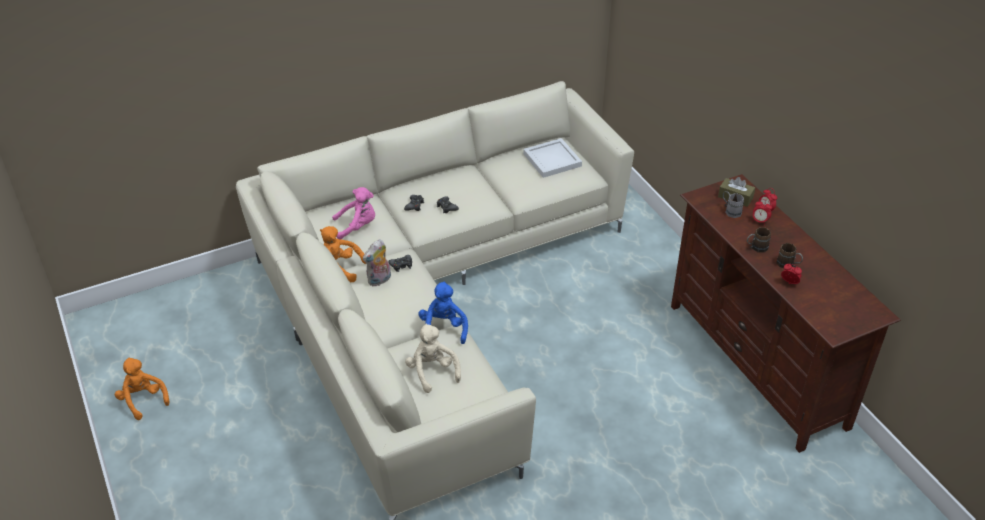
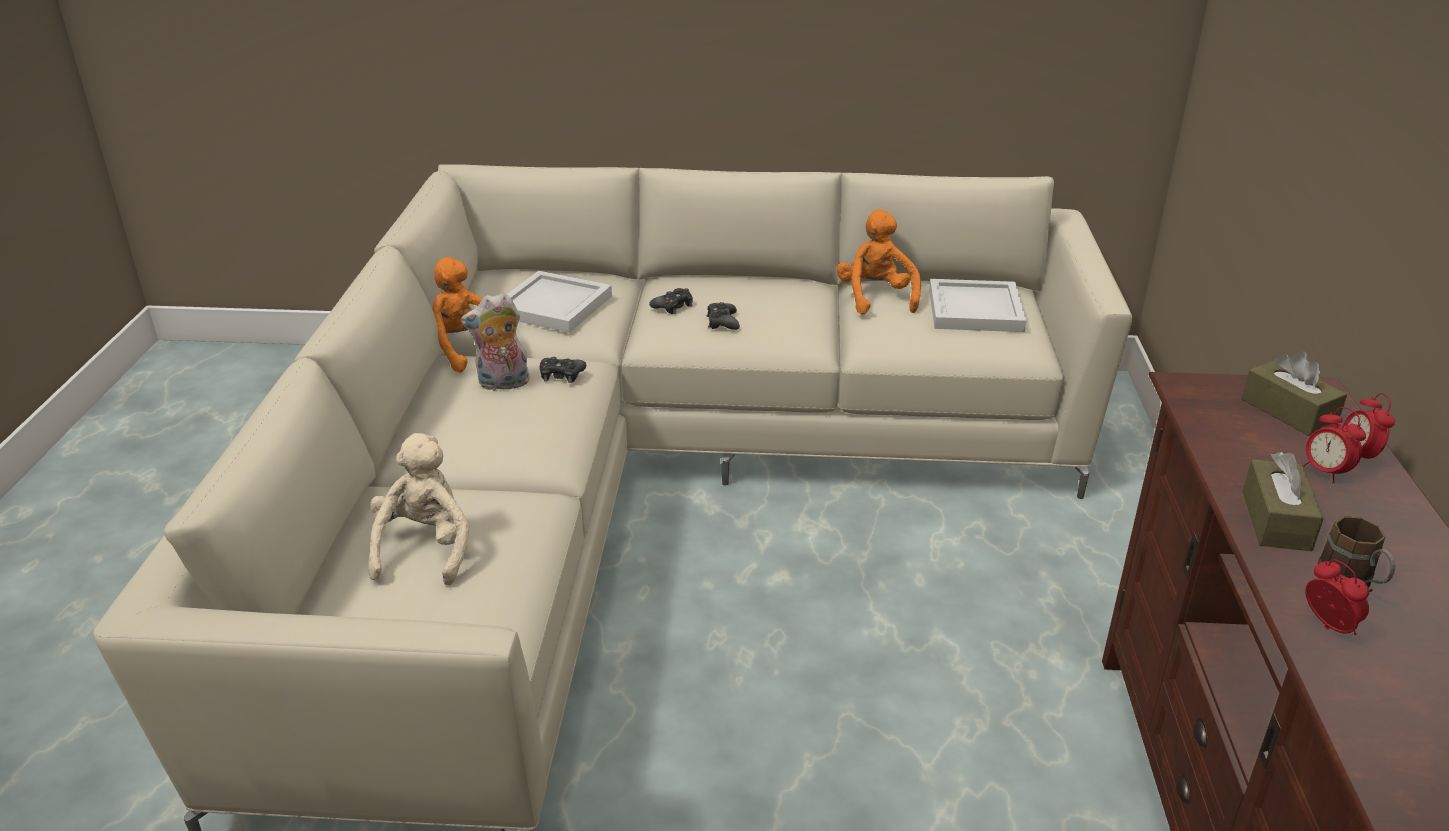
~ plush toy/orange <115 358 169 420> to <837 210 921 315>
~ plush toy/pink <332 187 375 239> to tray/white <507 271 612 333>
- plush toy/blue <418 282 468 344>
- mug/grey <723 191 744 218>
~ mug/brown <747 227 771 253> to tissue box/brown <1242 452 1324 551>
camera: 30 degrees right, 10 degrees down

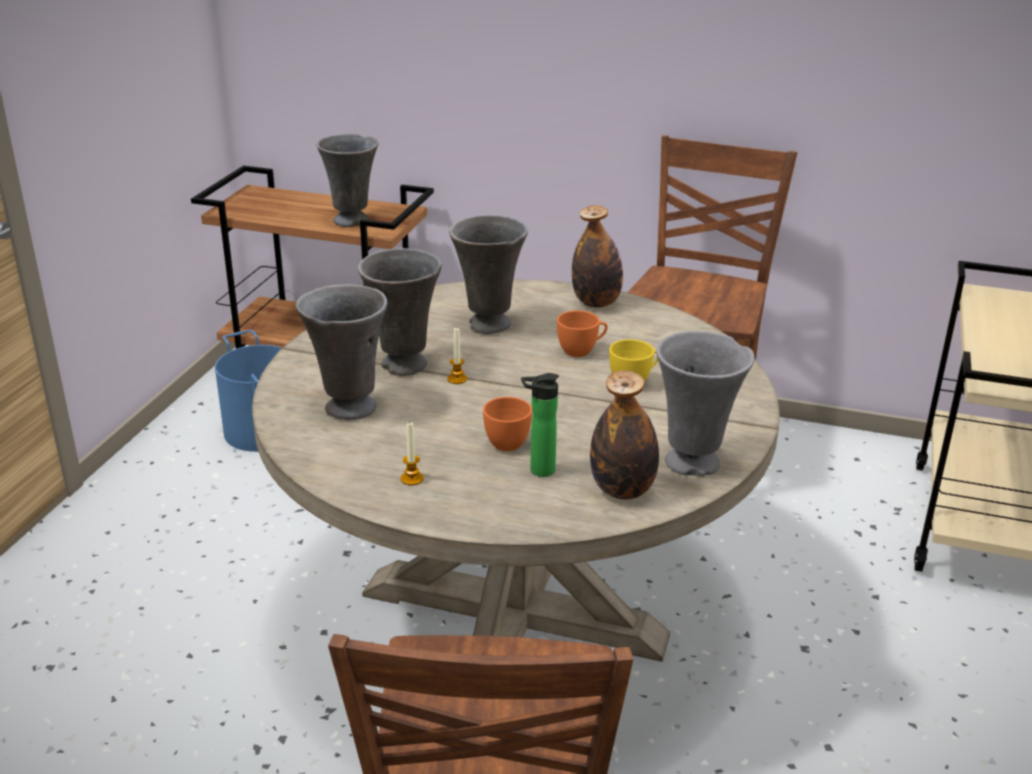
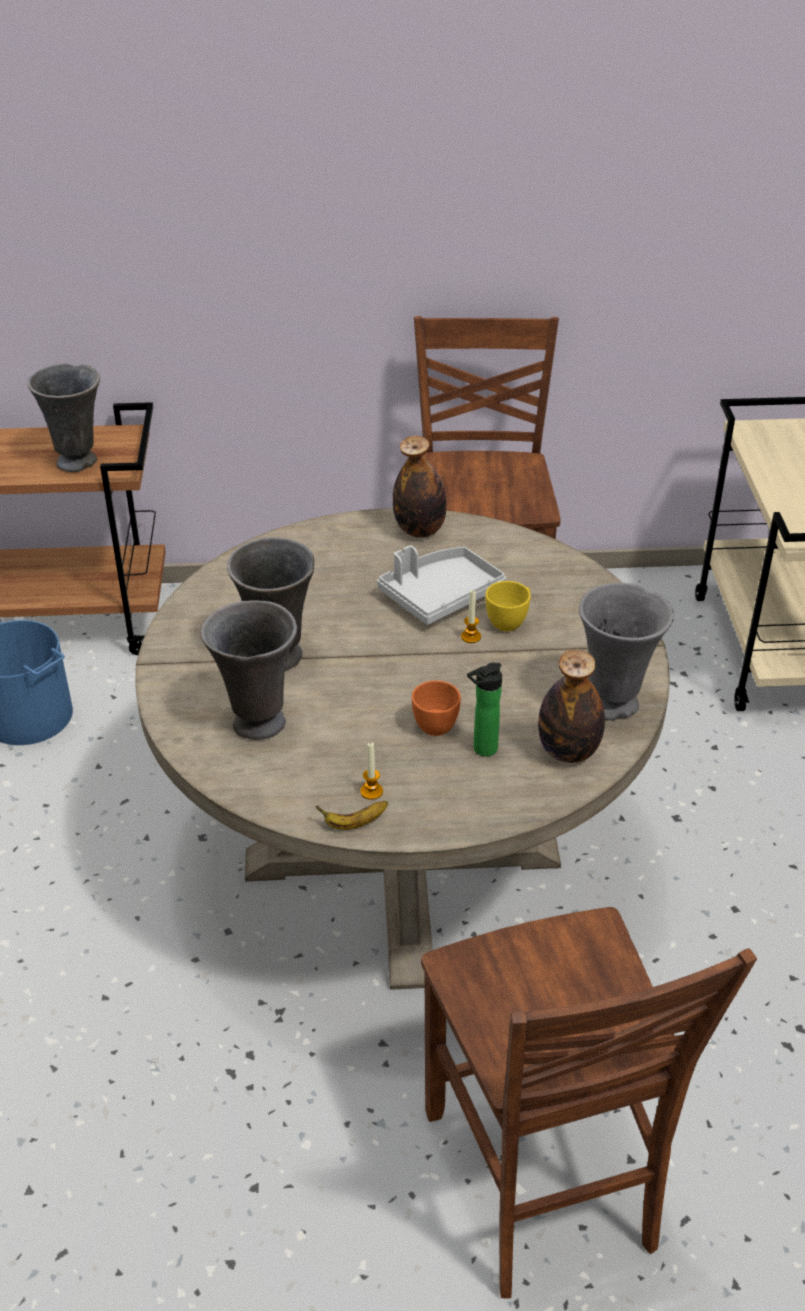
~ candle <447 327 467 384> to <461 590 481 643>
- vase/grey <449 215 528 334>
~ cup/orange <557 310 608 357> to tray/grey <377 546 506 625>
+ banana <316 801 388 830>
camera: 20 degrees left, 10 degrees up

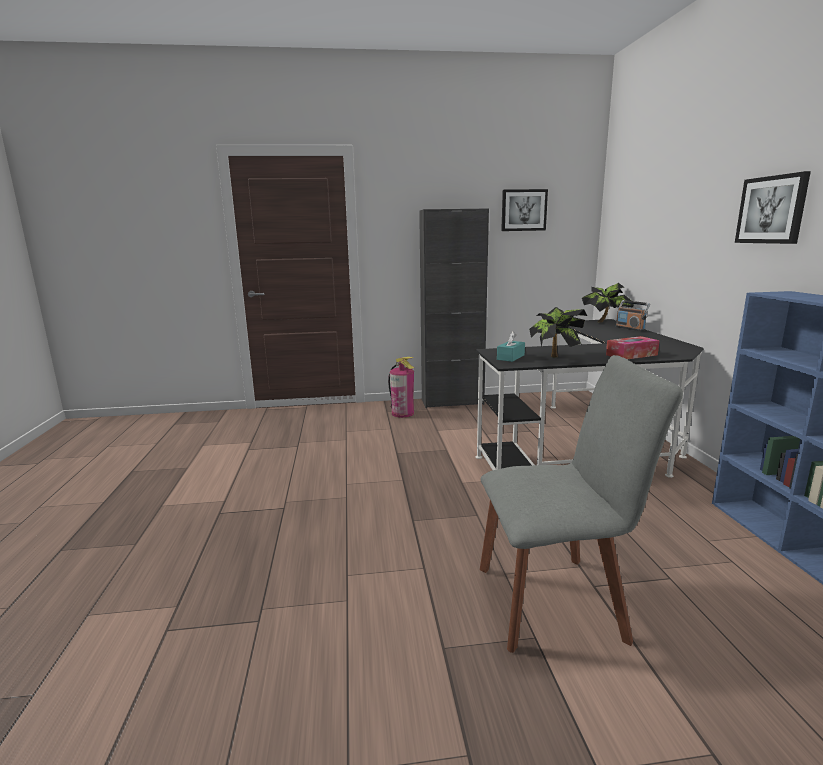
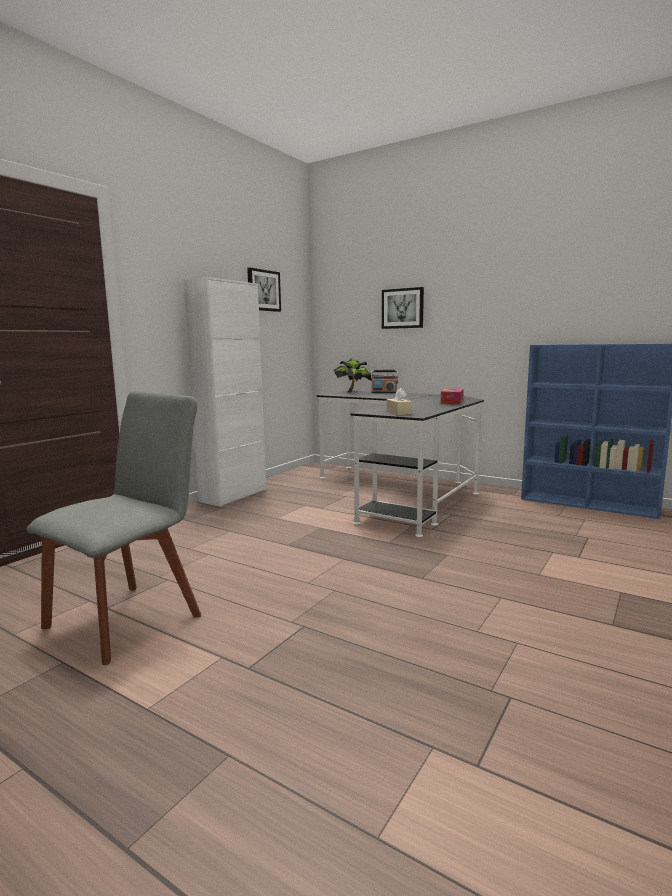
- fire extinguisher <388 357 414 418>
~ cabinet/black <419 208 489 408> to cabinet/white <184 277 266 507>
~ chair/grey <480 355 683 653> to <27 391 201 665>
~ tissue box/turquoise <497 331 525 362> to tissue box/beige <387 388 412 415>
- potted plant <529 307 587 358>
~ picture <735 171 811 244> to <382 287 424 329>
camera: 50 degrees left, 5 degrees down

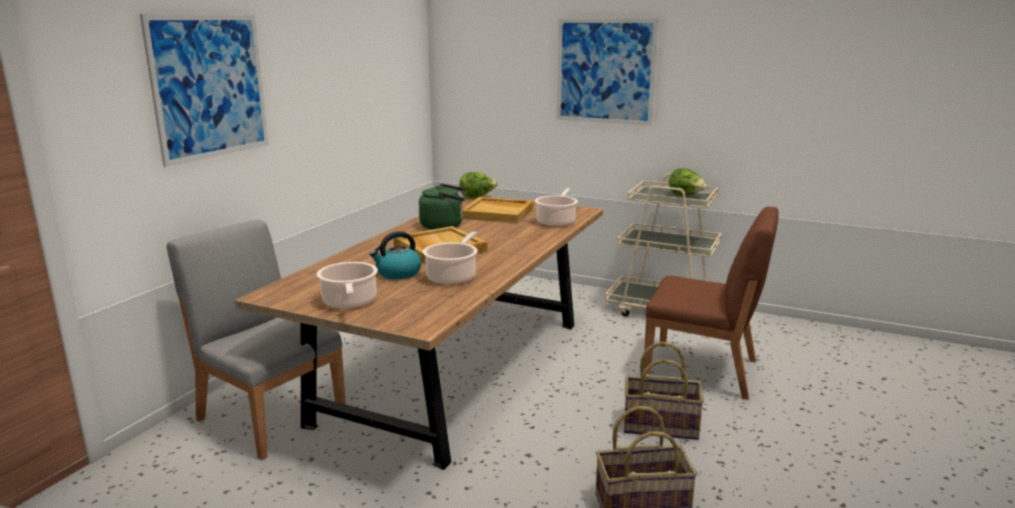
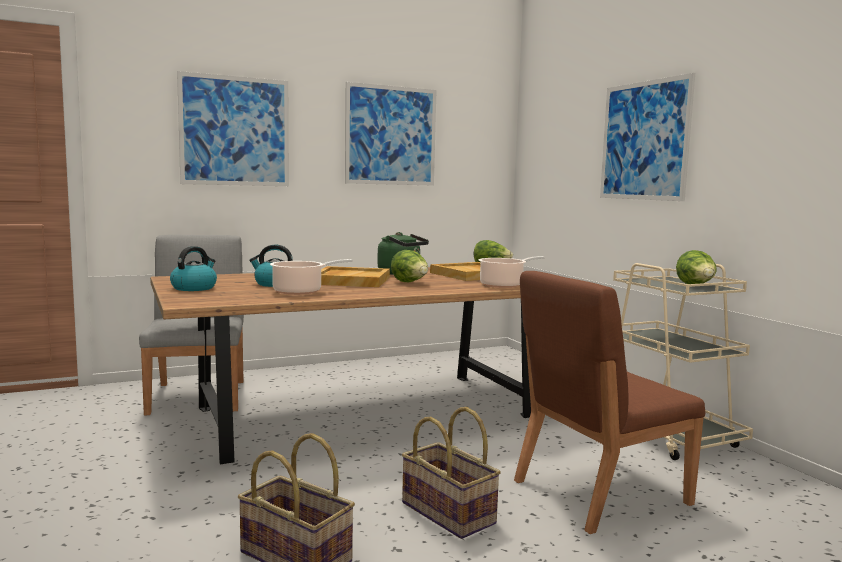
~ cooking pot <317 262 378 309> to kettle <170 246 217 291>
~ chair/brown <644 207 779 400> = <514 271 705 534> 90 degrees clockwise
+ picture <345 82 437 186>
+ lettuce <391 250 428 282>
camera: 40 degrees right, 10 degrees down

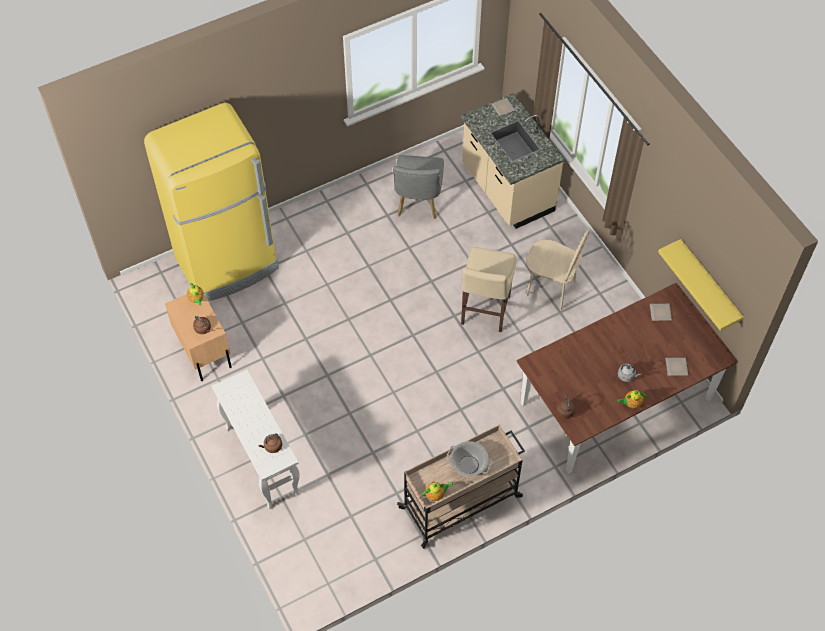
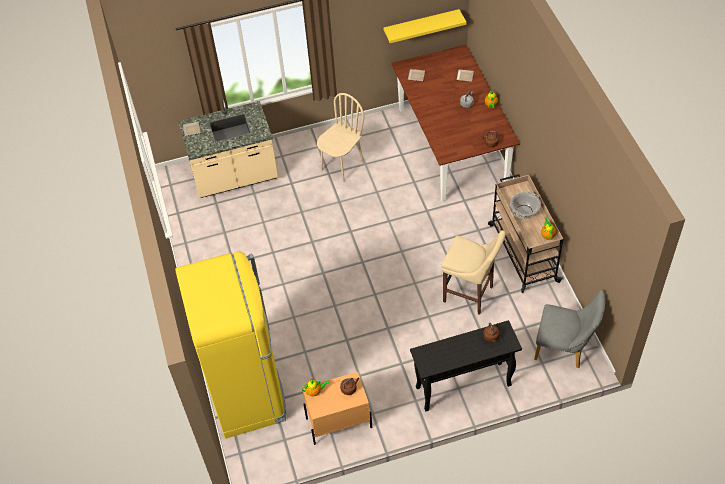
~ console table/white <212 370 300 509> to console table/black <410 320 522 411>
~ chair/grey <393 155 444 219> to <534 290 606 369>
~ stool/beige <461 247 517 332> to <441 231 506 315>
camera: 75 degrees left, 5 degrees down

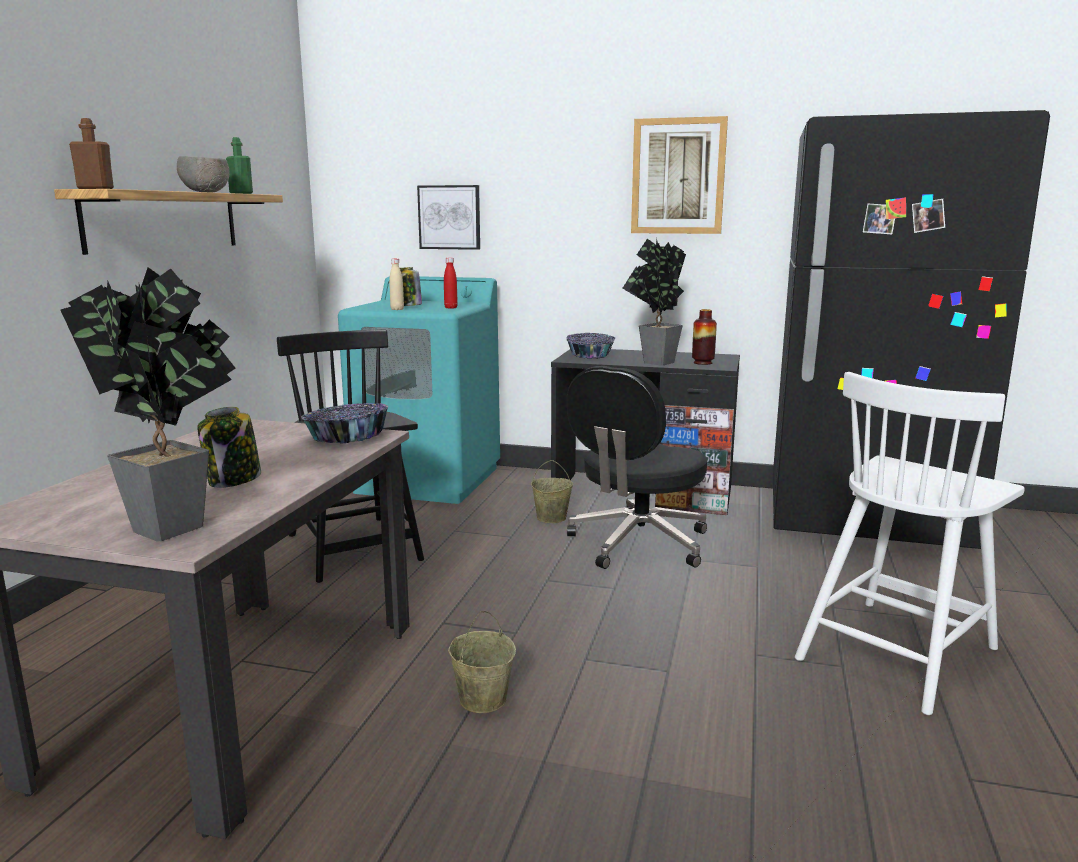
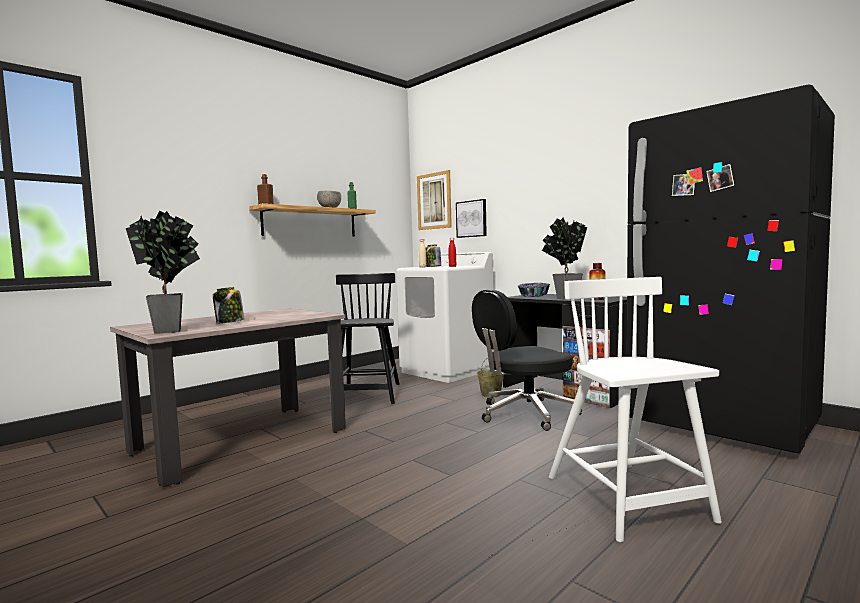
- bowl <301 403 389 444>
~ washing machine/turquoise <338 276 500 504> to washing machine/white <396 252 494 383>
- bucket/beige <448 611 516 713>
~ picture <631 116 728 234> to <417 170 452 230>
~ chair/white <795 372 1025 715> = <549 277 722 542> 90 degrees clockwise
camera: 30 degrees right, 10 degrees down

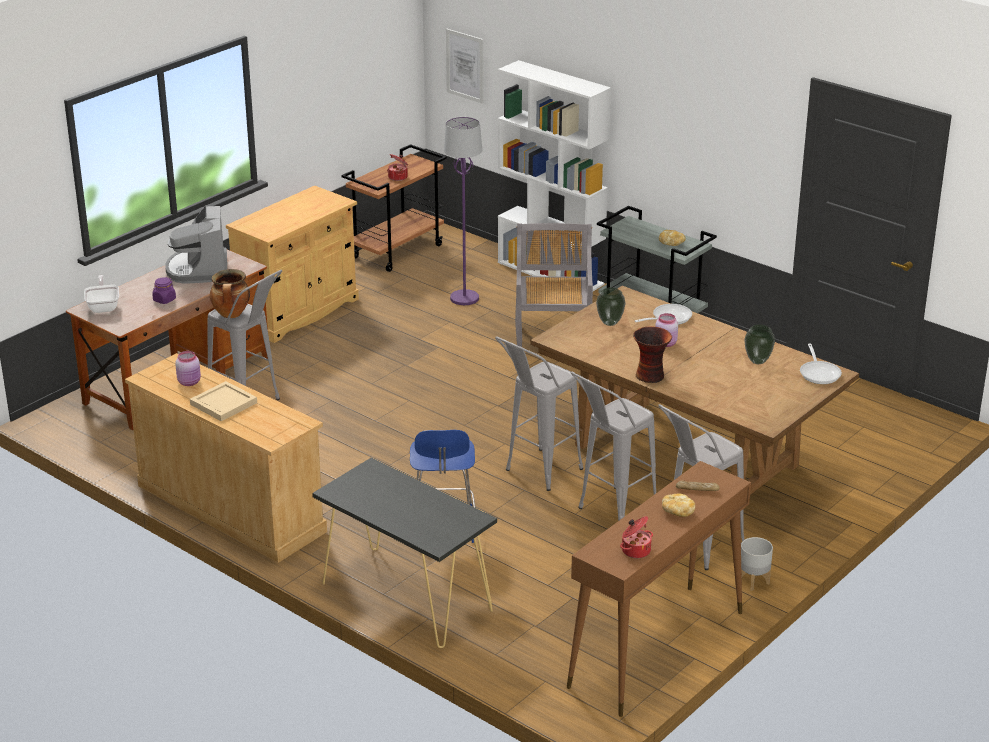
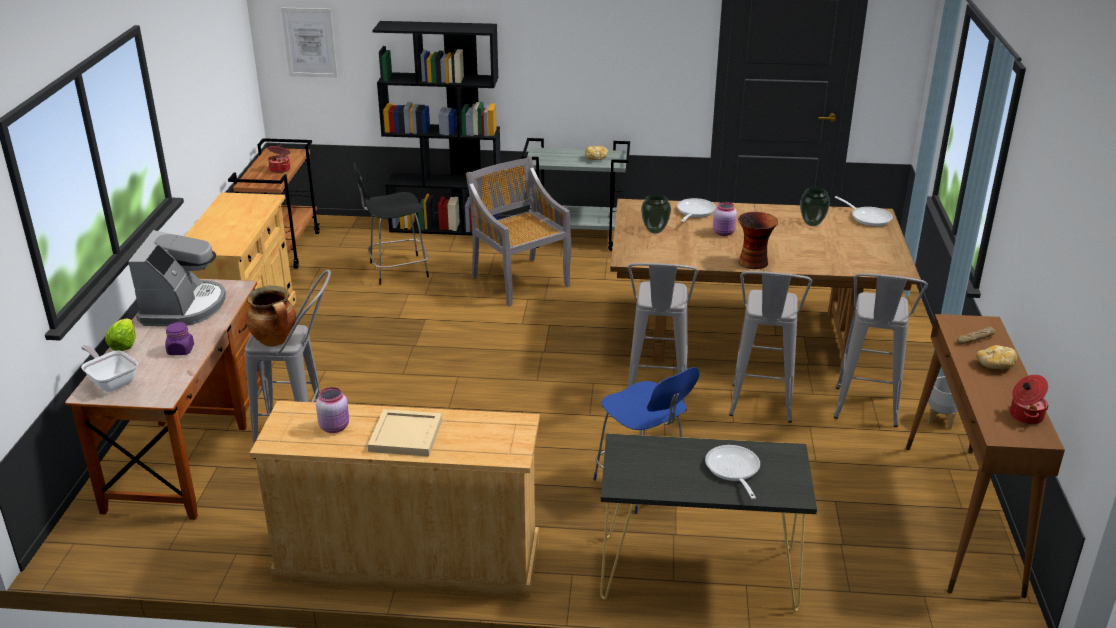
~ coffee machine <165 206 227 284> = <128 230 226 326> 135 degrees counterclockwise
~ floor lamp/purple <444 117 482 305> to chair/black <353 163 429 285>
~ bookcase/white <498 60 611 291> to bookcase/black <372 21 501 236>
+ lettuce <105 319 136 351>
+ frying pan <705 445 760 499>
camera: 35 degrees left, 0 degrees up

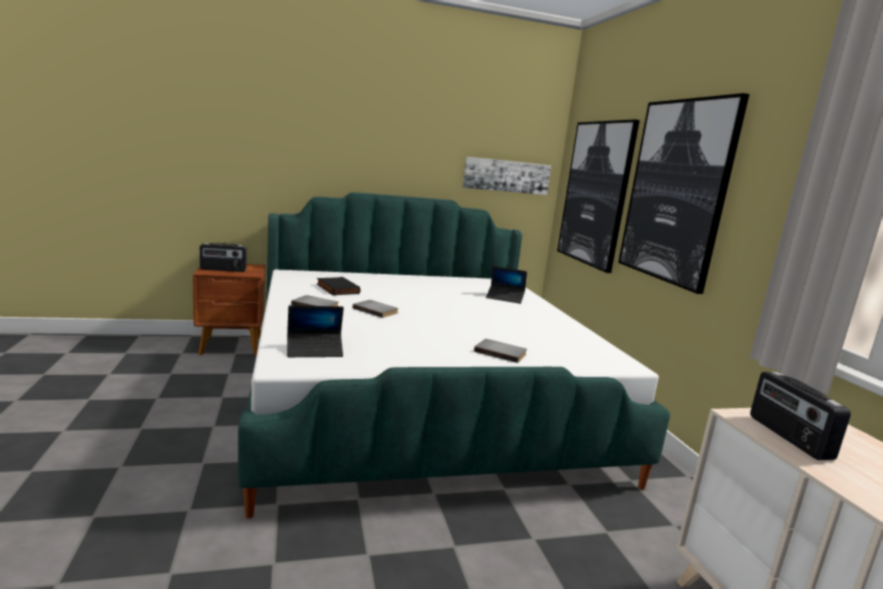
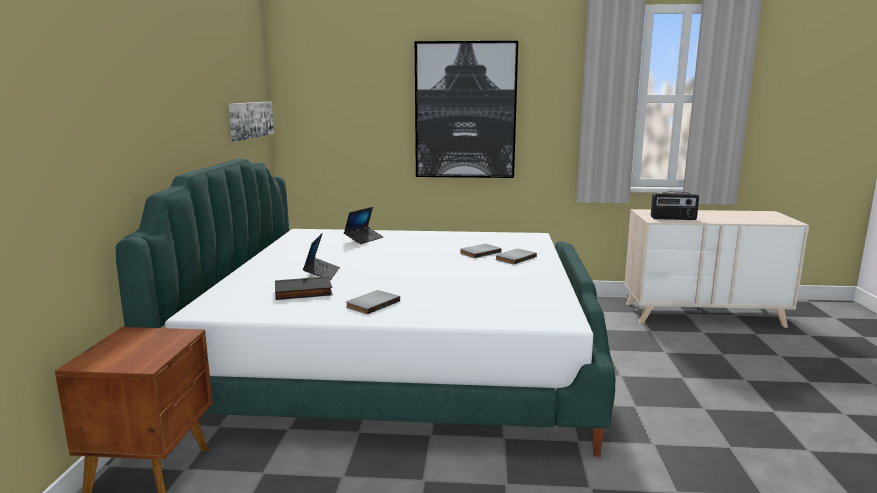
- radio <200 243 247 272>
~ laptop <287 305 344 357> to <303 233 340 280>
~ book/grey <353 300 399 318> to <460 244 502 258>
- picture <557 119 640 273>
camera: 70 degrees left, 0 degrees up

